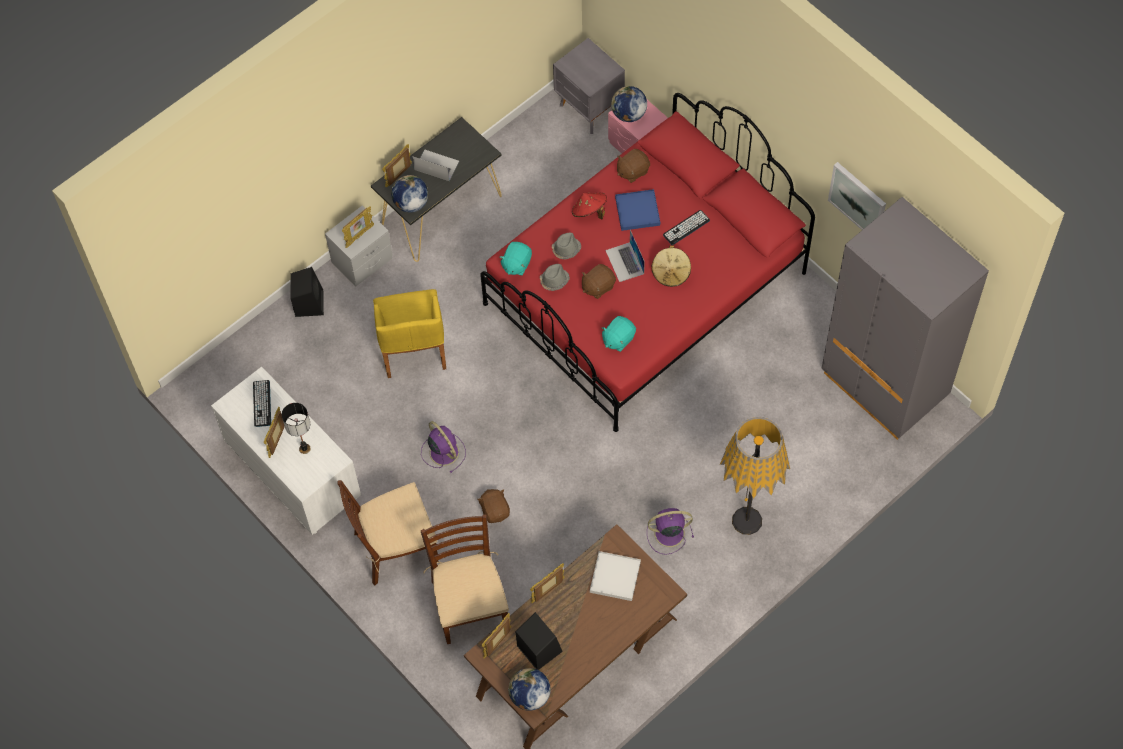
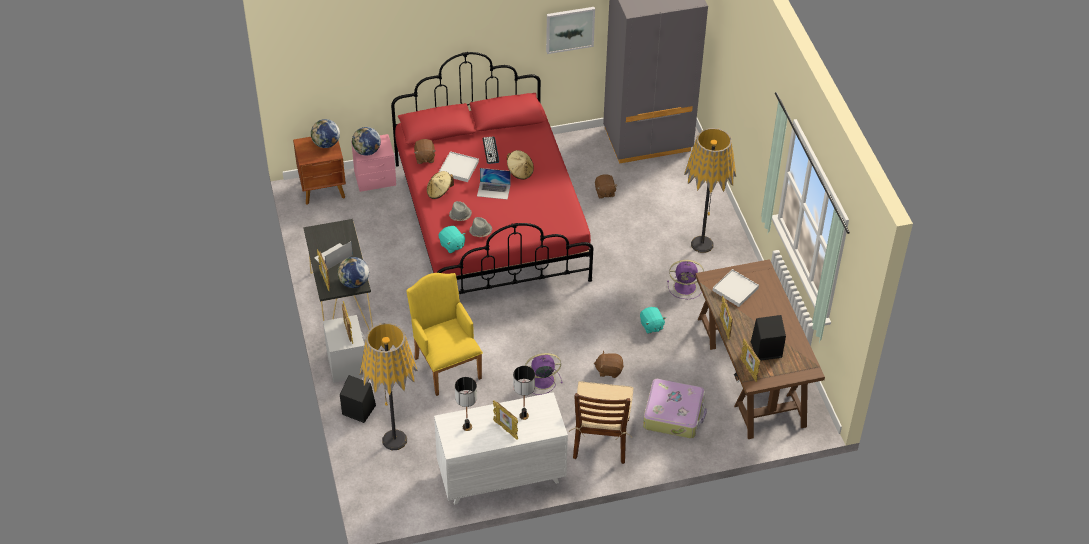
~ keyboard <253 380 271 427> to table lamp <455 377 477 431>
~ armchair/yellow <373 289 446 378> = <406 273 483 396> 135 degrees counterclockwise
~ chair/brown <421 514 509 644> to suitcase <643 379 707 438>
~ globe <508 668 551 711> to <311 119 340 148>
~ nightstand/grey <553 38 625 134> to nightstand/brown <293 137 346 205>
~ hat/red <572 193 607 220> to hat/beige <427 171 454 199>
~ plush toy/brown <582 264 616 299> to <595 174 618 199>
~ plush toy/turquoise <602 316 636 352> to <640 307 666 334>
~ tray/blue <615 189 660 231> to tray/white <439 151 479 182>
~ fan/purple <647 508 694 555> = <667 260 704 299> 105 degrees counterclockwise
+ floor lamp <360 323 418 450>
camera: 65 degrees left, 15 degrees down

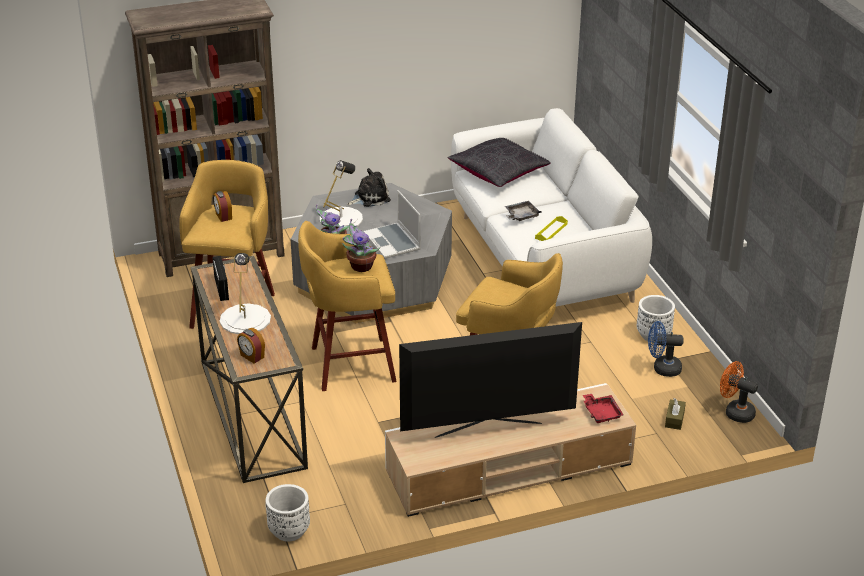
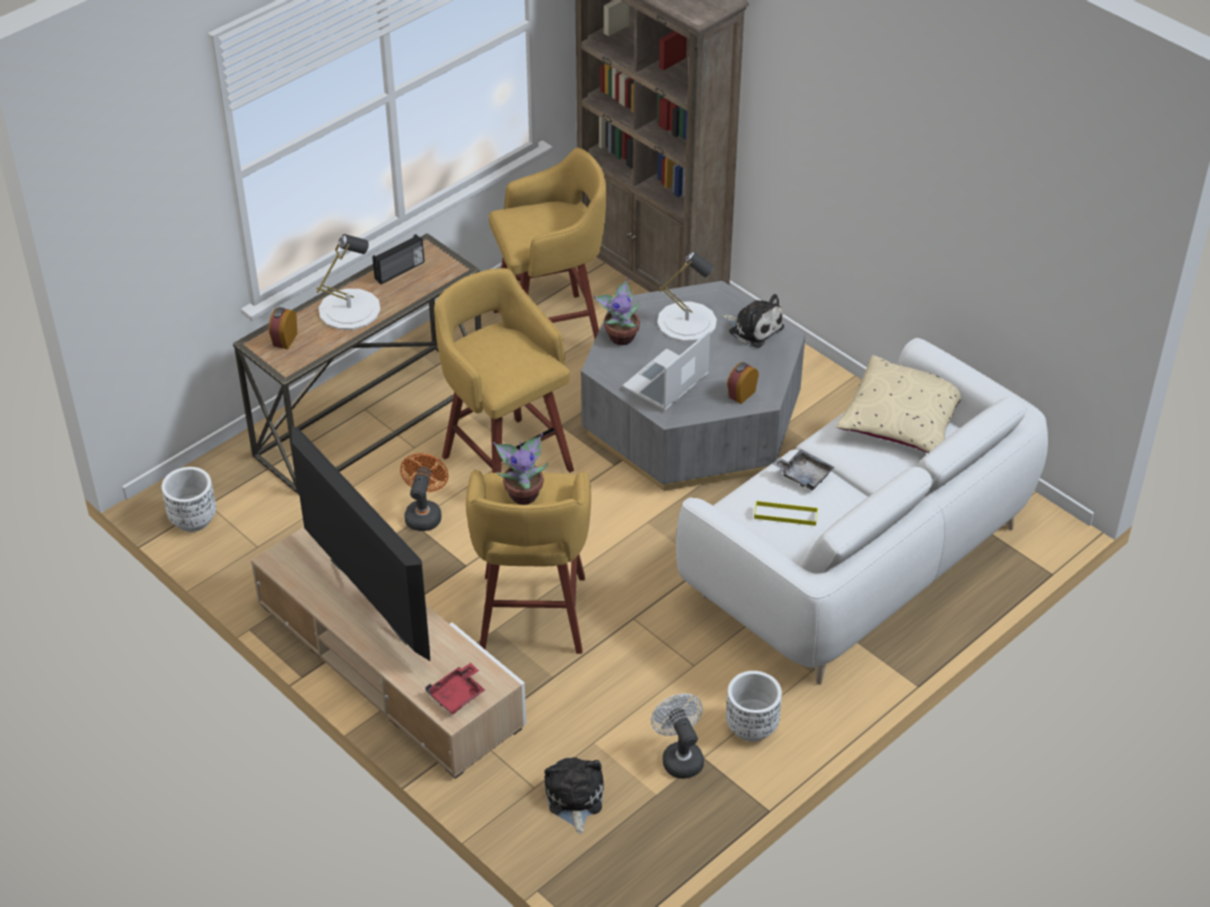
~ alarm clock <213 191 232 222> to <727 362 759 404>
~ potted plant <342 219 381 272> to <493 433 548 505>
~ pillow/black <447 138 551 187> to pillow/beige <836 355 961 453>
~ fan/blue <648 321 684 377> to fan/white <651 693 704 779>
~ tissue box/brown <665 398 686 430> to plush toy <544 757 604 834>
~ fan/orange <720 361 758 423> to <400 453 448 531>
camera: 65 degrees right, 10 degrees up

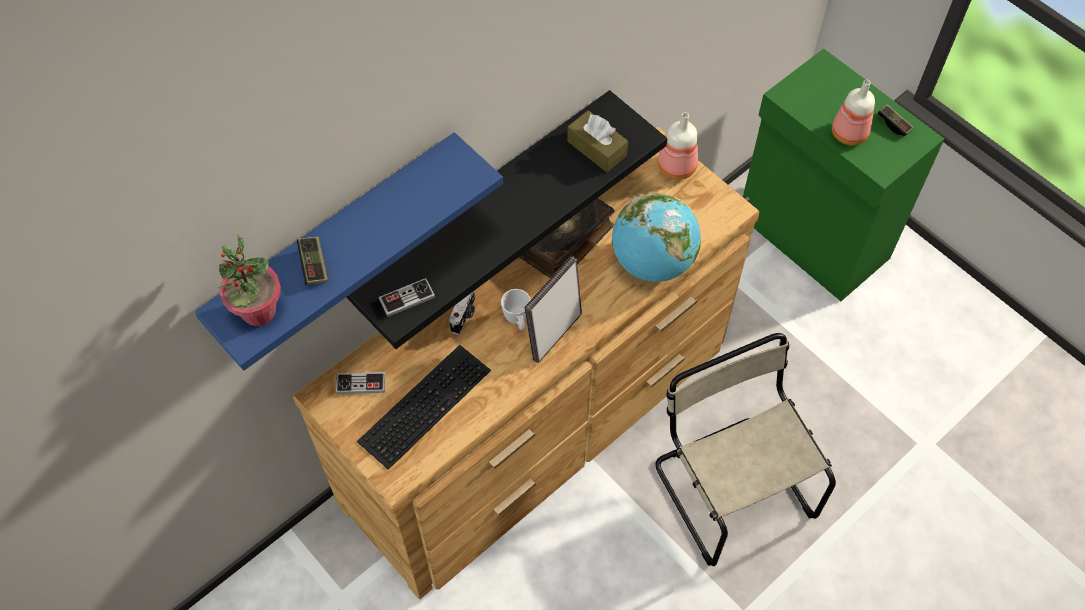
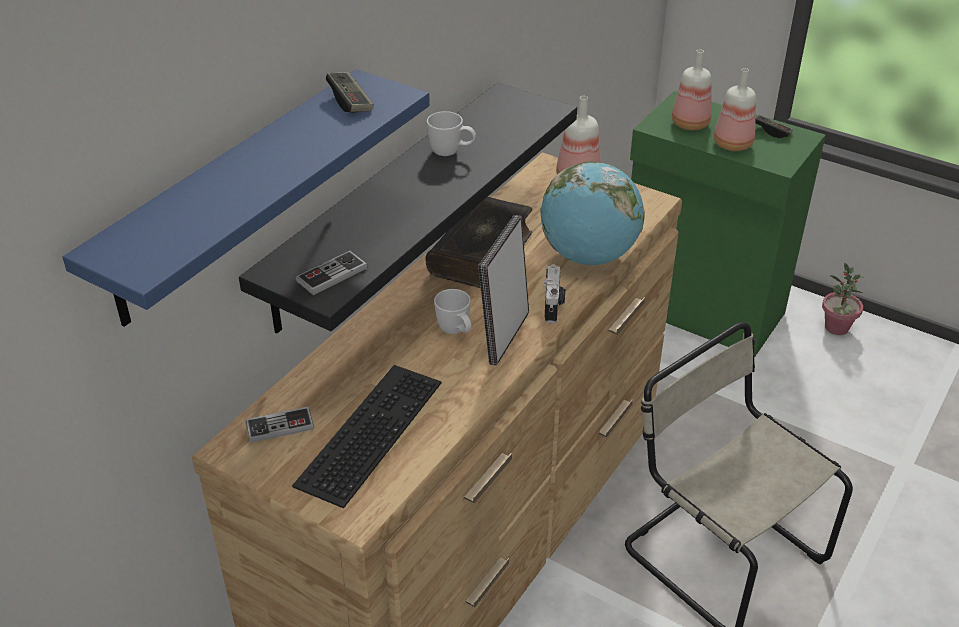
~ potted plant <218 234 281 326> to <822 263 864 335>
~ game controller <297 236 328 285> to <326 72 374 113>
~ photo camera <449 291 475 335> to <544 264 565 324>
- tissue box/brown <567 110 628 172>
+ mug/white <427 111 476 156>
+ bottle <672 49 712 130>
camera: 15 degrees left, 20 degrees down

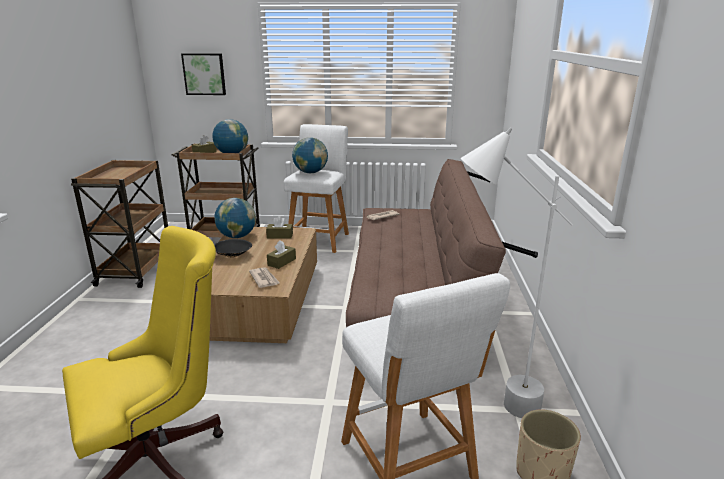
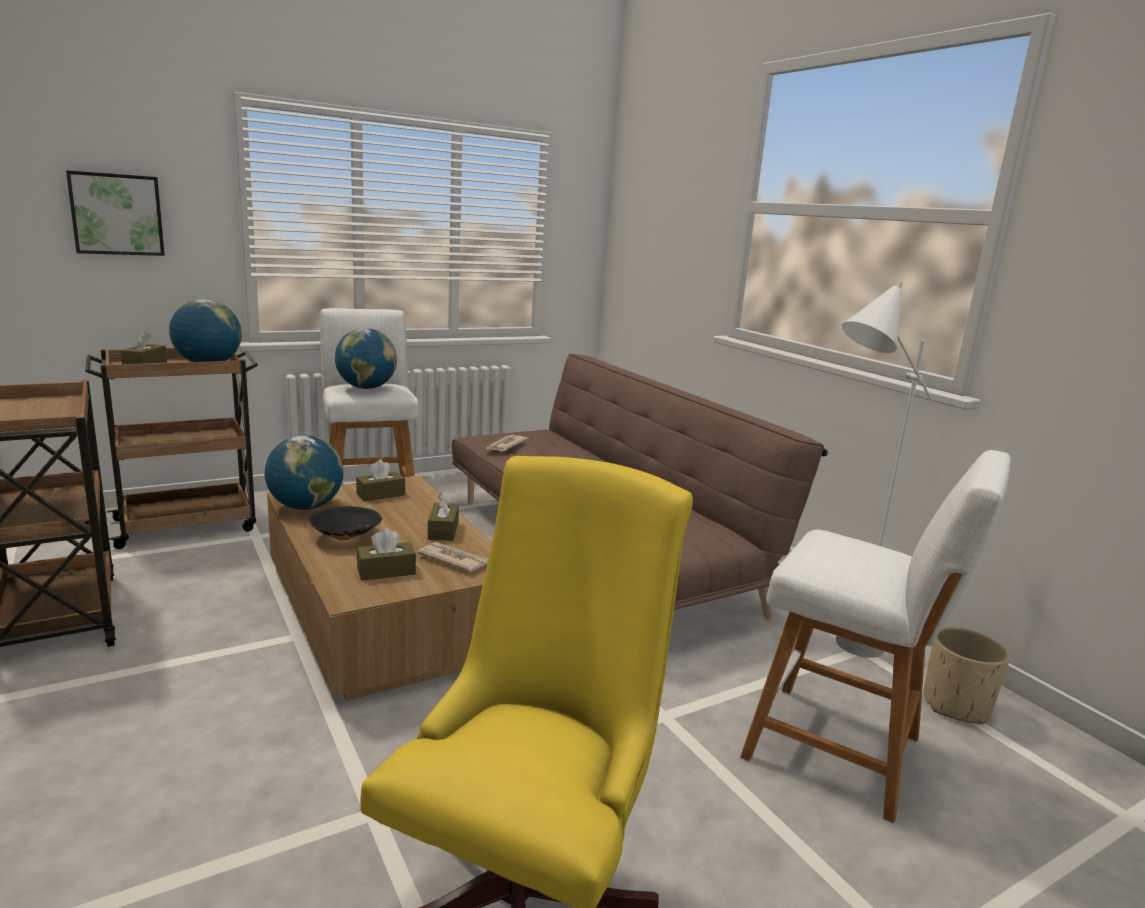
+ tissue box/brown <357 528 416 581>
camera: 35 degrees left, 5 degrees down

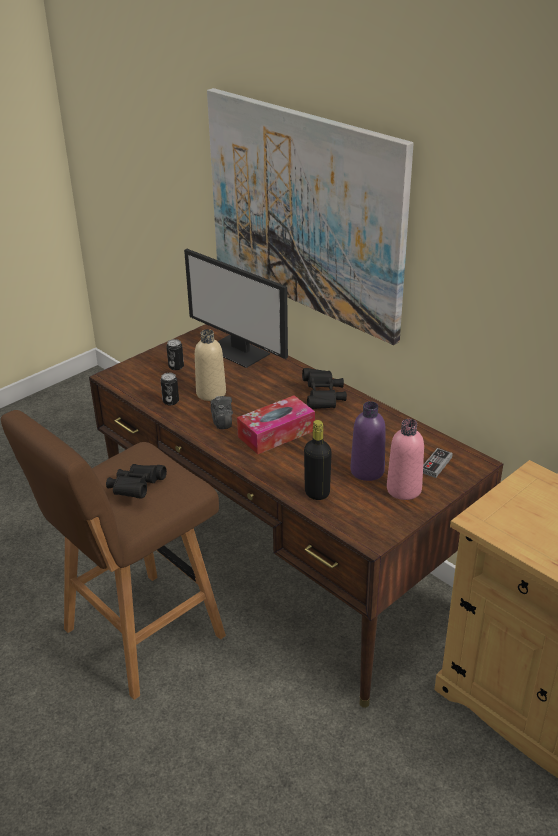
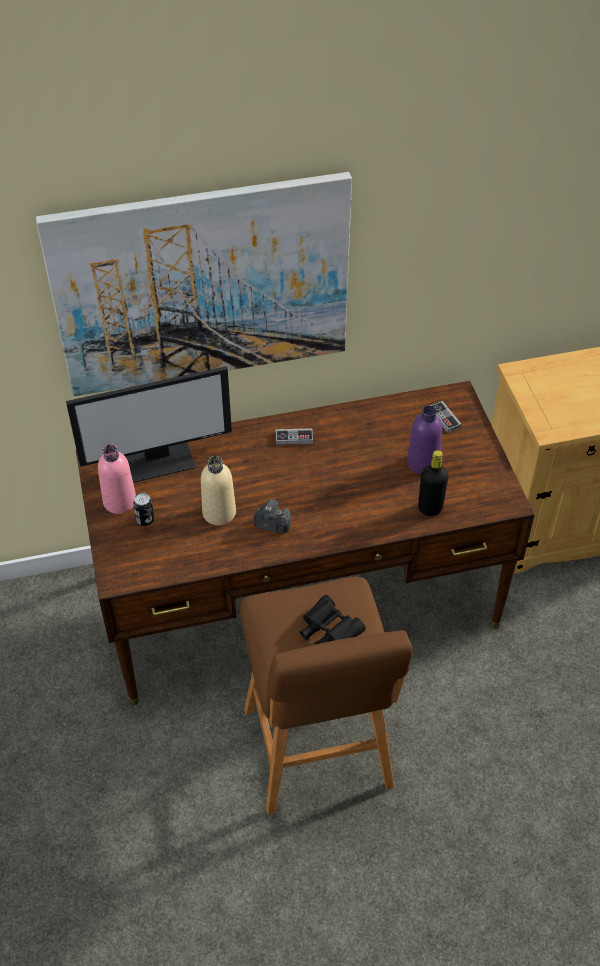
- can <160 373 179 405>
- tissue box <237 395 315 454>
~ binoculars/black <302 368 347 409> to game controller <276 428 313 445>
~ bottle/pink <387 419 424 500> to <98 444 136 514>
camera: 60 degrees left, 15 degrees up

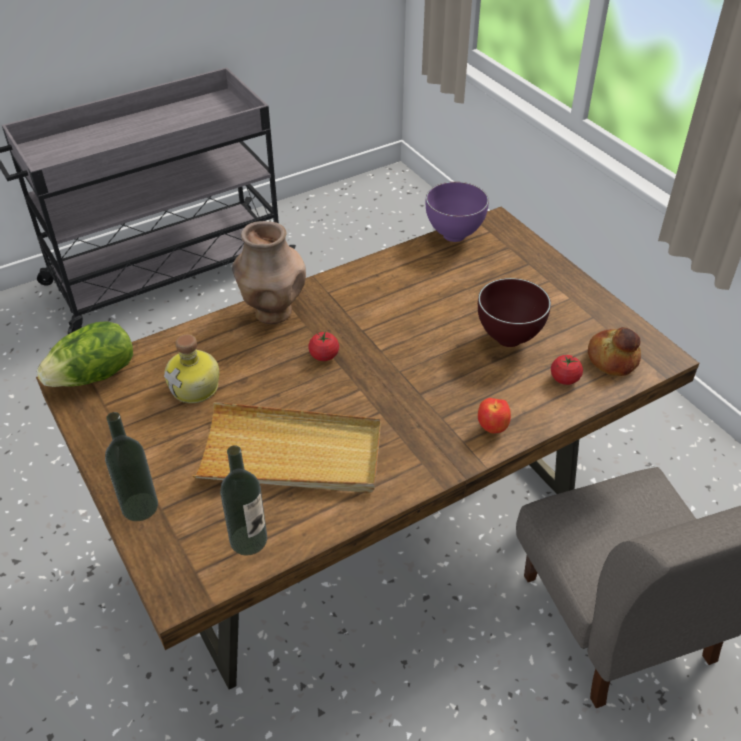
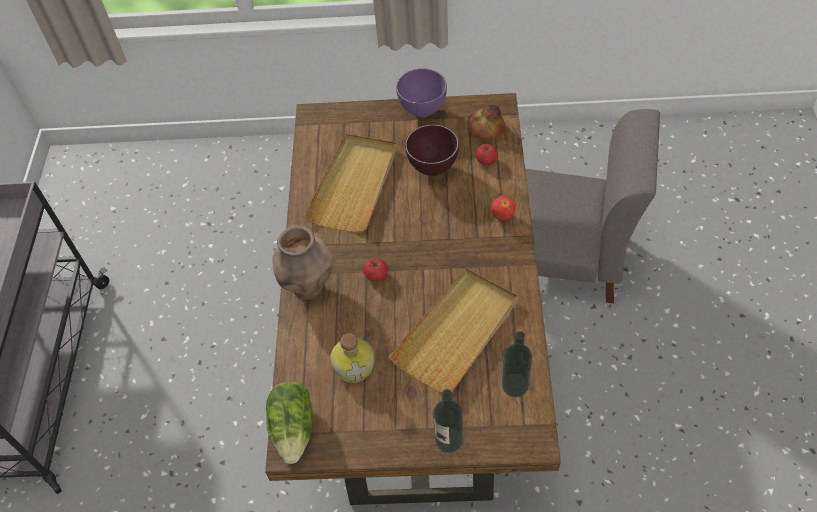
~ bowl/purple <426 182 489 242> to <396 68 447 118>
+ tray/beige <303 134 397 233>
camera: 55 degrees left, 10 degrees up

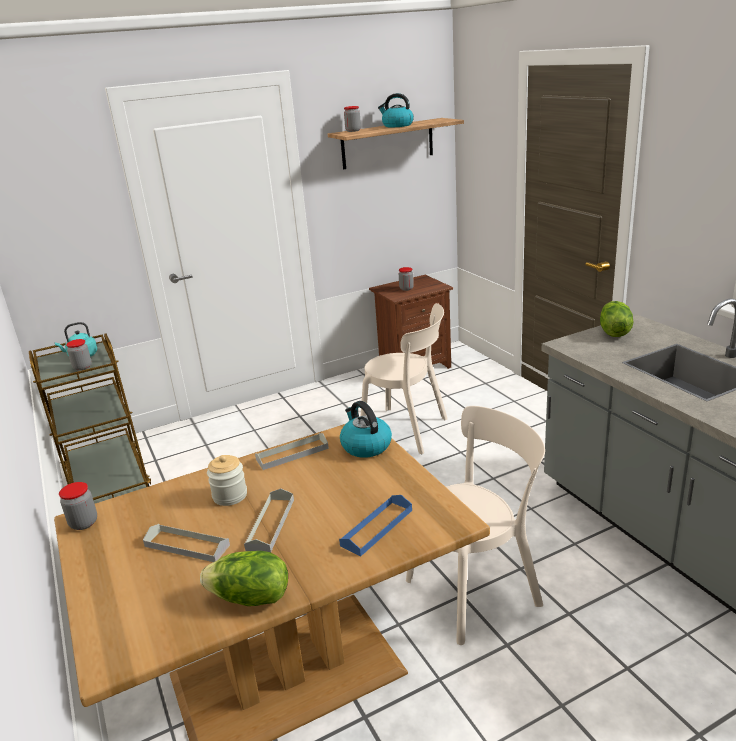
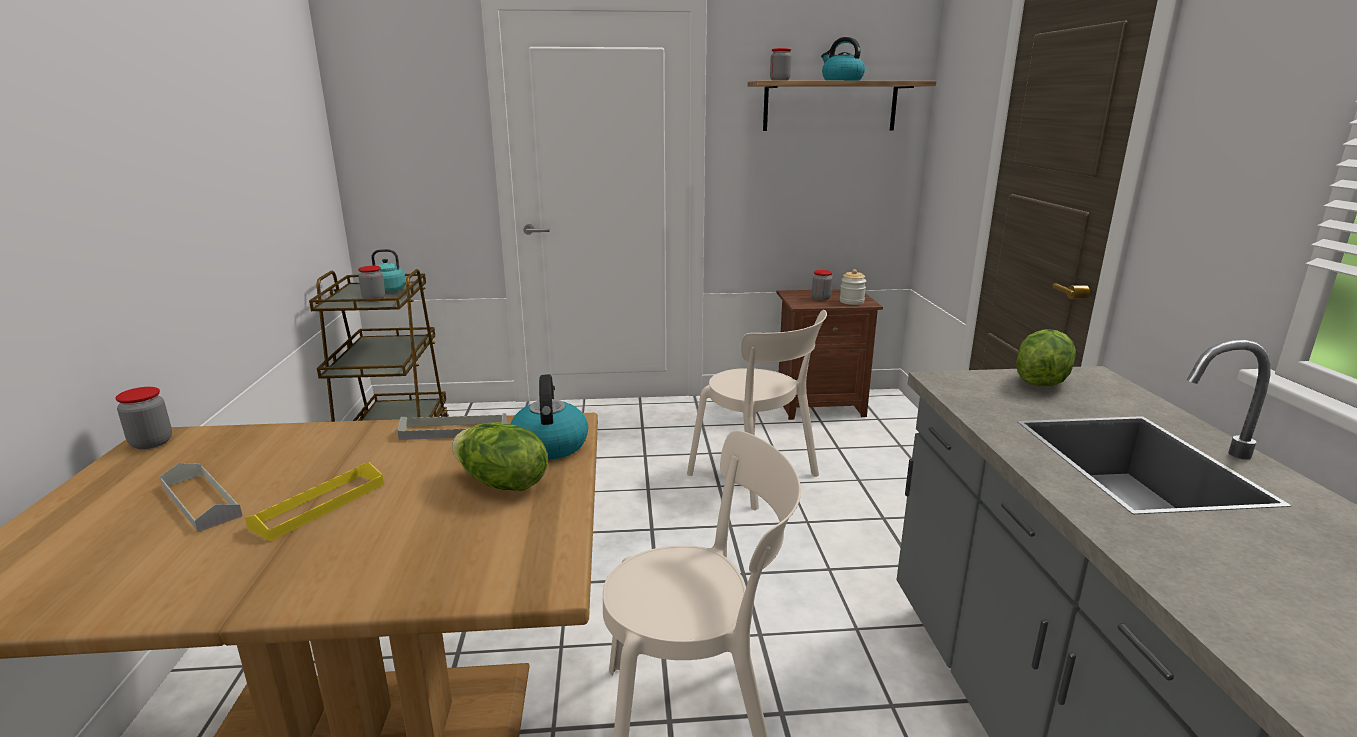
~ lettuce <200 551 288 606> to <452 422 548 491>
~ jar <207 455 247 506> to <840 269 866 305>
~ tray/grey <244 488 294 552> to tray/yellow <245 462 384 541>
- tray/blue <339 495 412 556>
camera: 20 degrees right, 5 degrees down

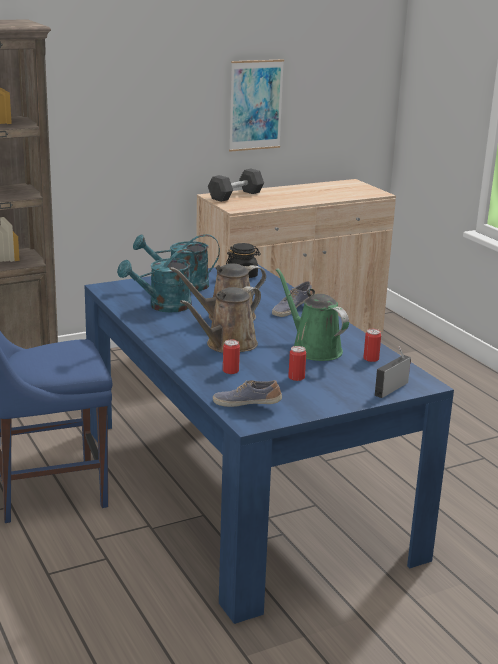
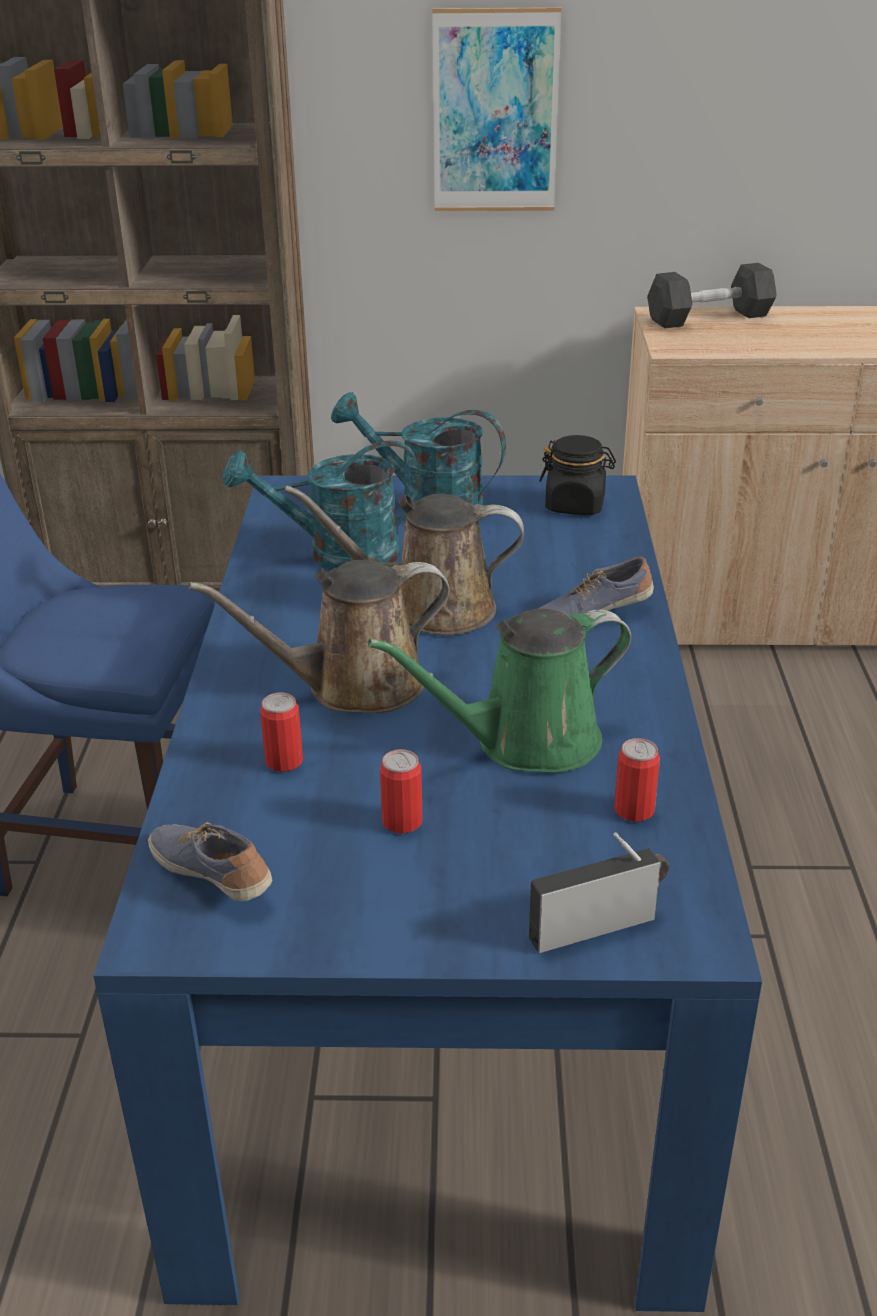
~ picture <229 59 284 152> to <432 7 562 211>
~ watering can/green <276 268 349 361> = <368 609 631 773> 105 degrees counterclockwise
camera: 30 degrees right, 10 degrees up

